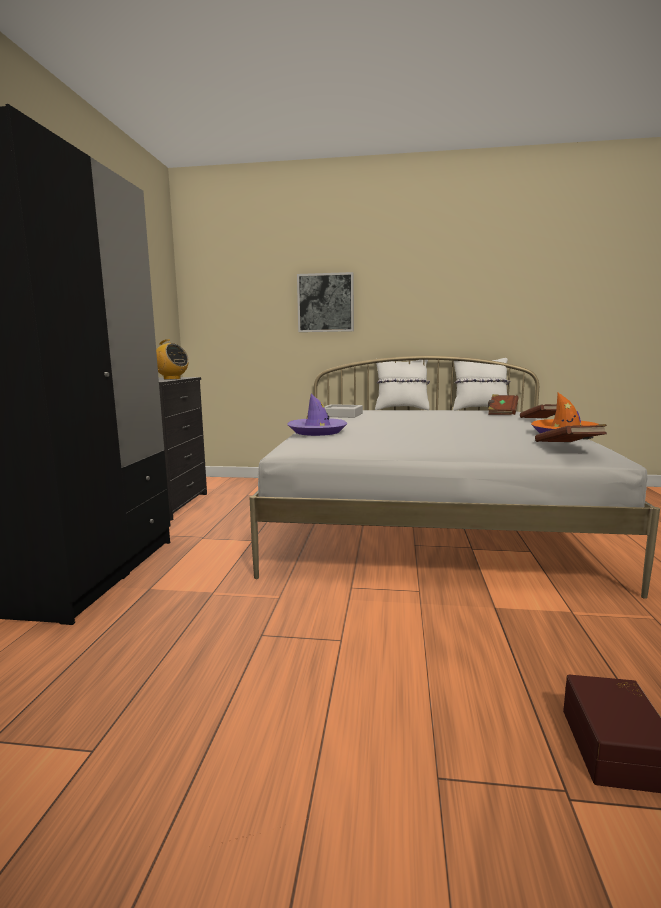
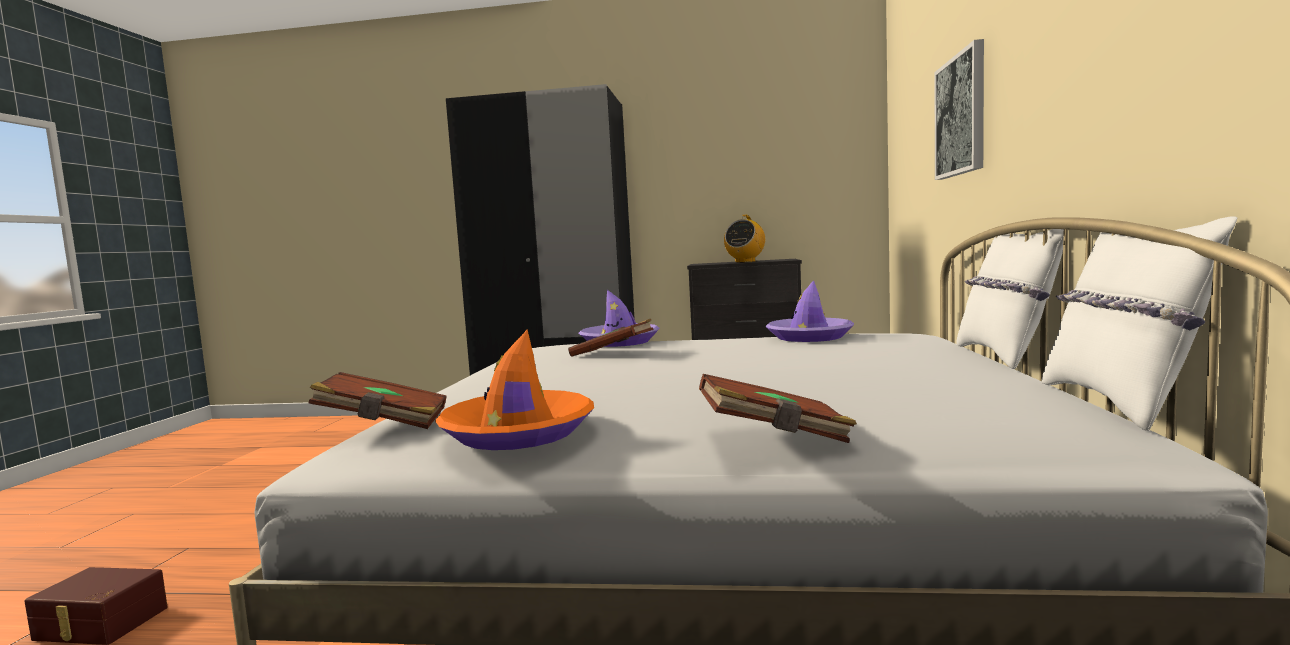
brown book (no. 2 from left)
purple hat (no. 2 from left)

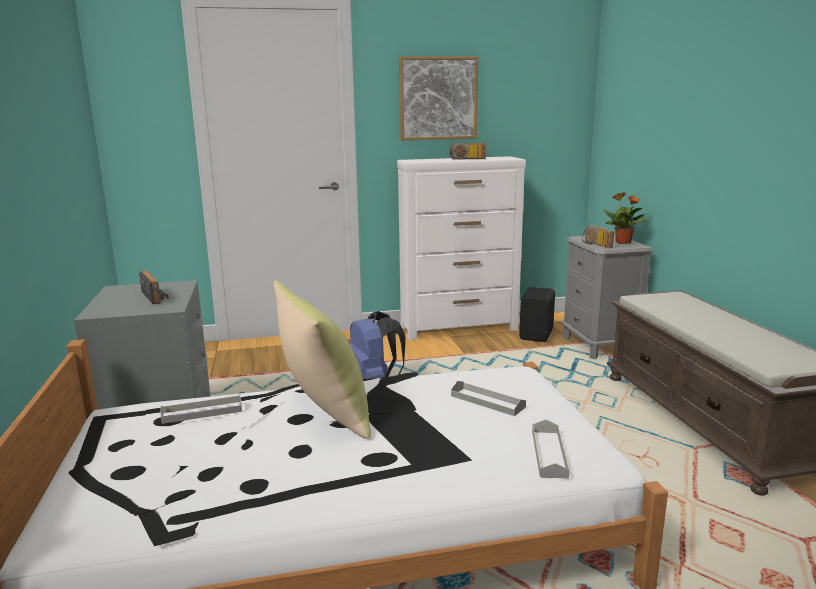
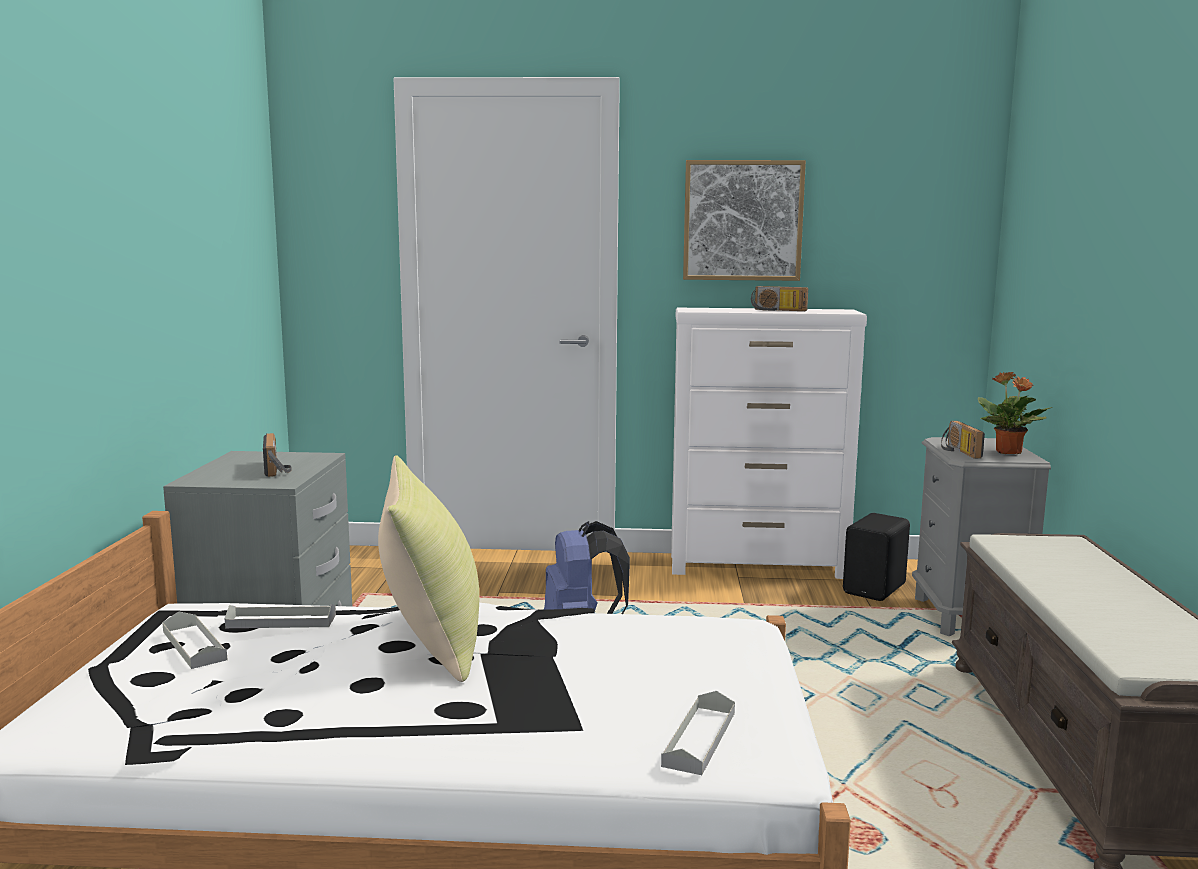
grey tray (no. 1 from left)

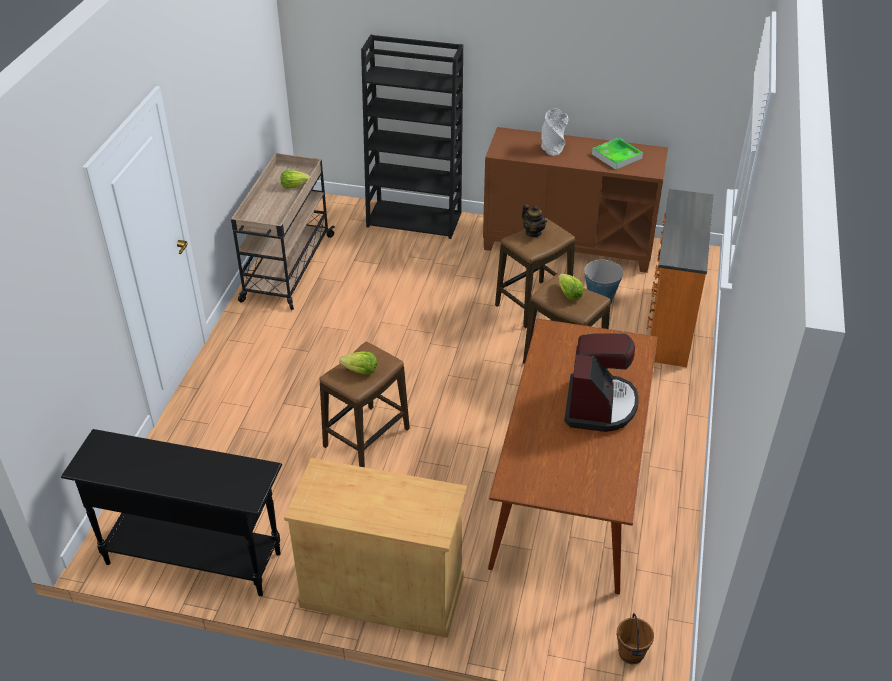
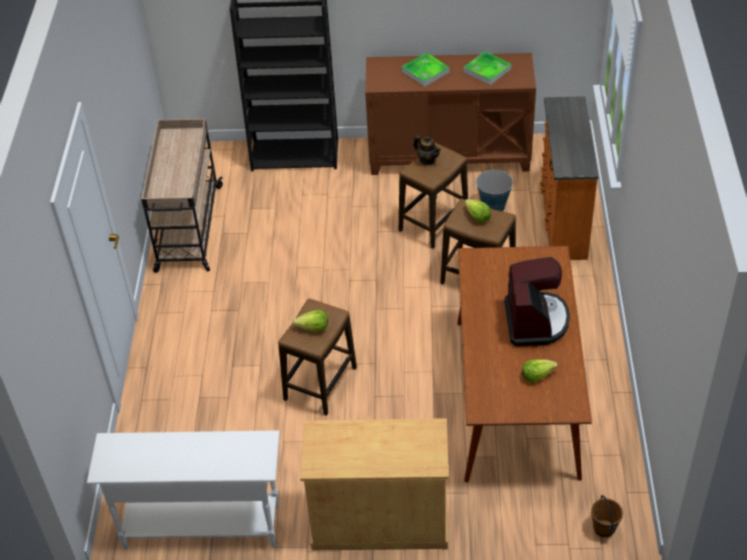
white console table
tray (no. 1 from left)
lettuce (no. 3 from left)

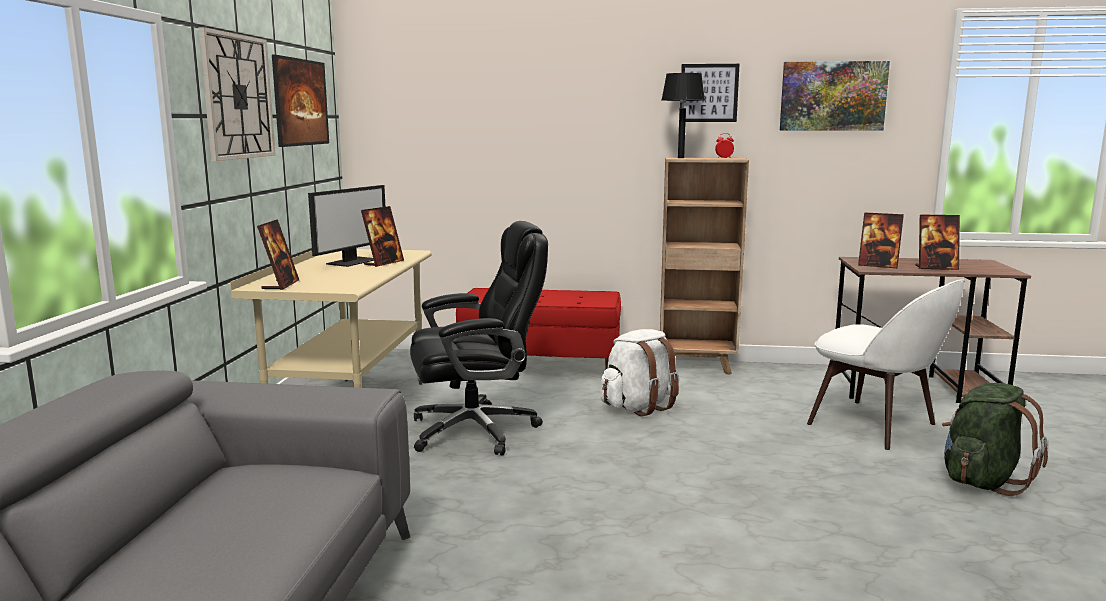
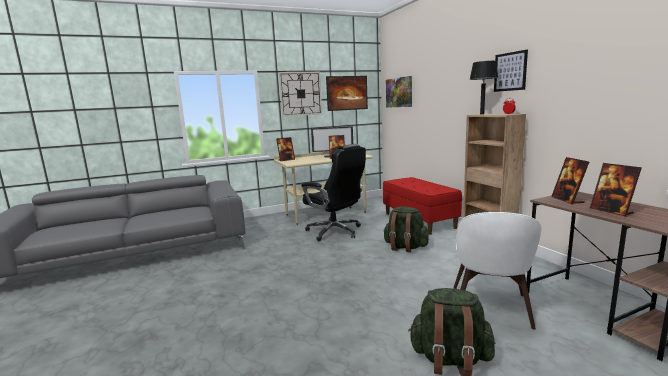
green backpack (no. 1 from left)
picture (no. 2 from left)

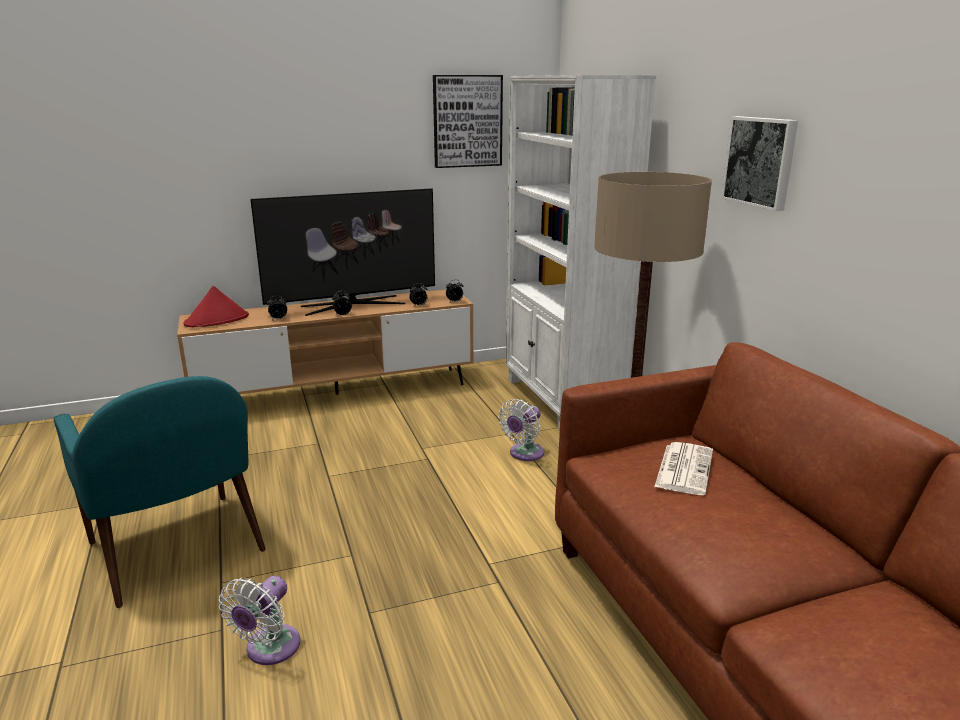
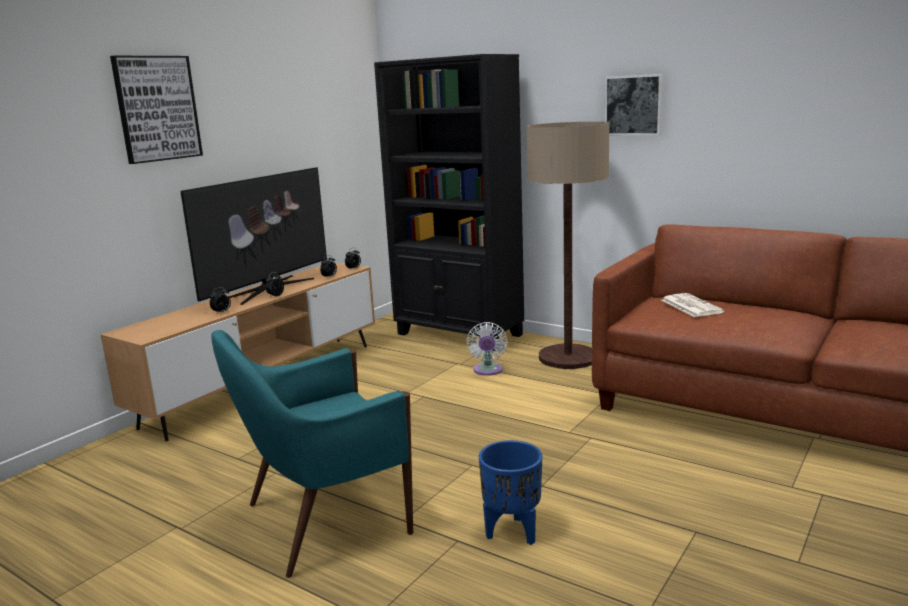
picture (no. 1 from left)
turquoise armchair
black bookcase
blue planter
red hat

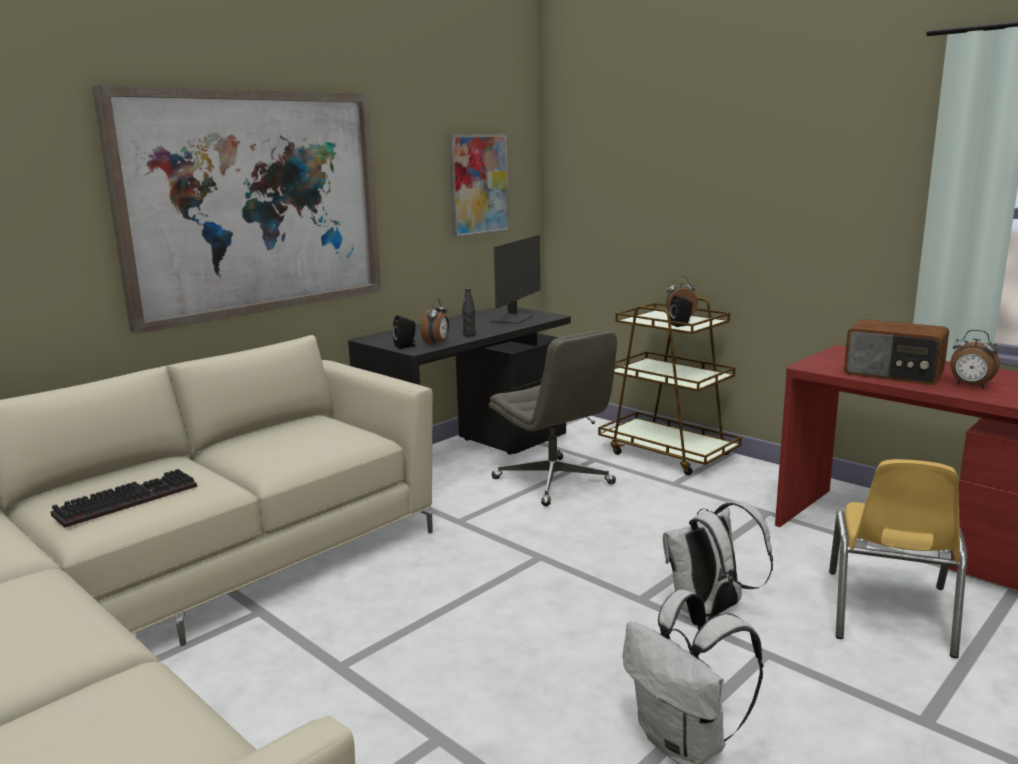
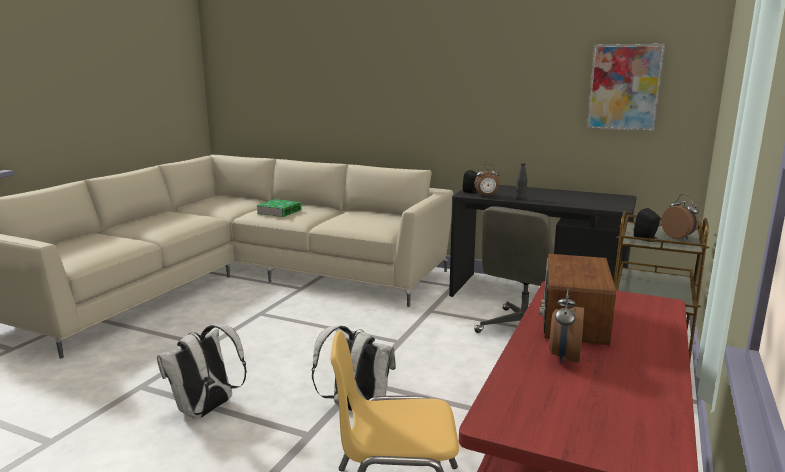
book
picture (no. 1 from left in the first image)
monitor

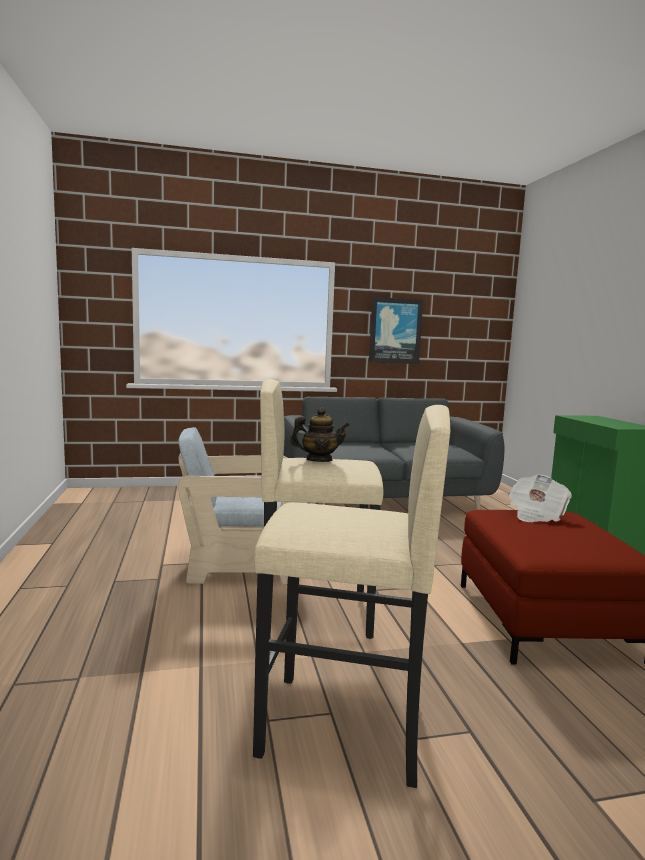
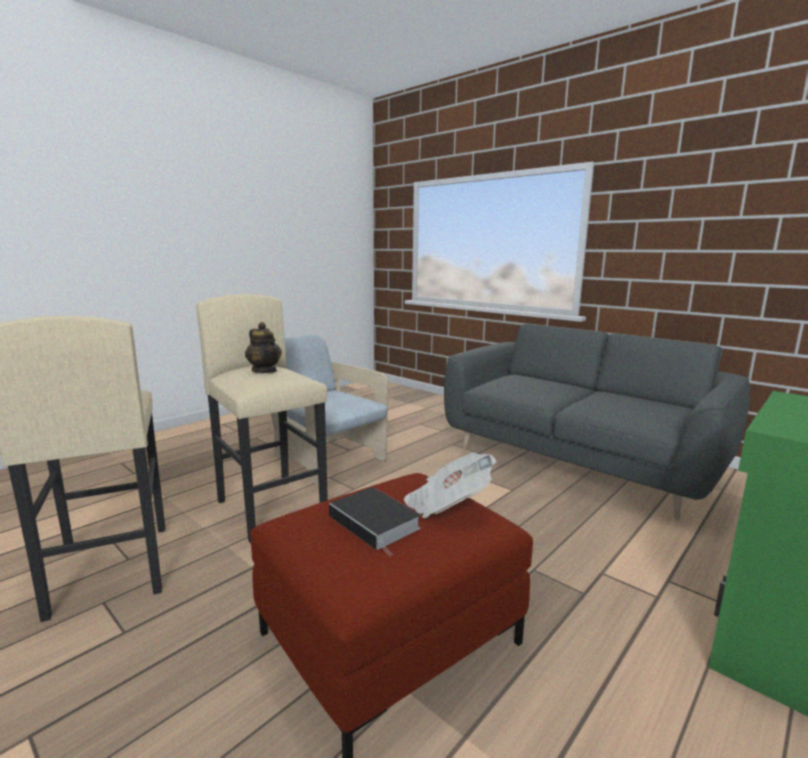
book
picture

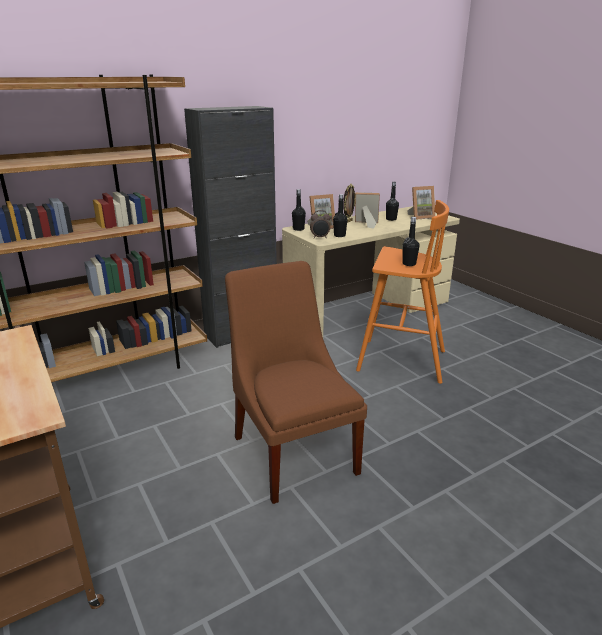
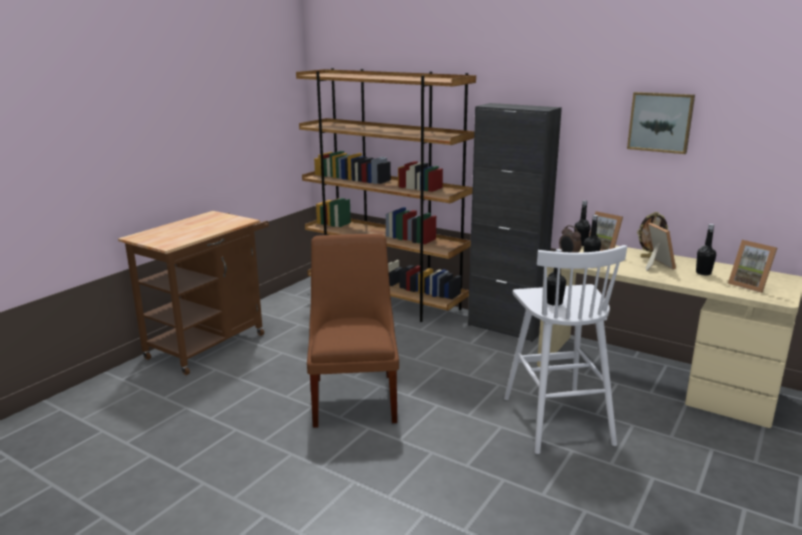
brown chair
white stool
picture

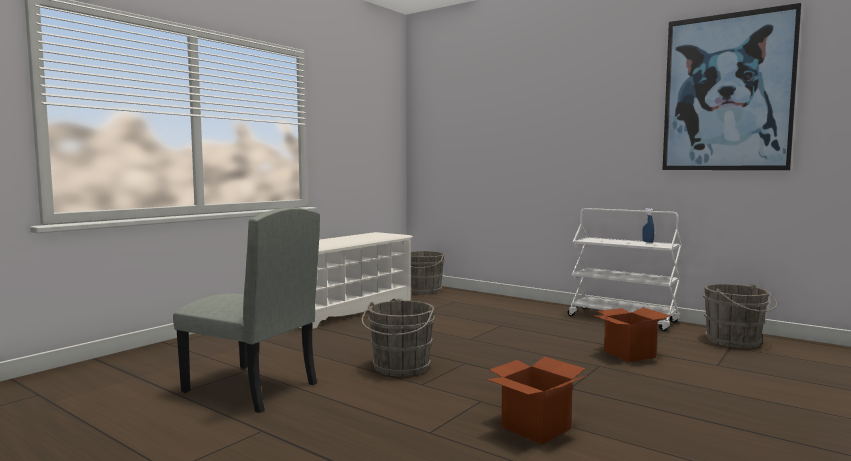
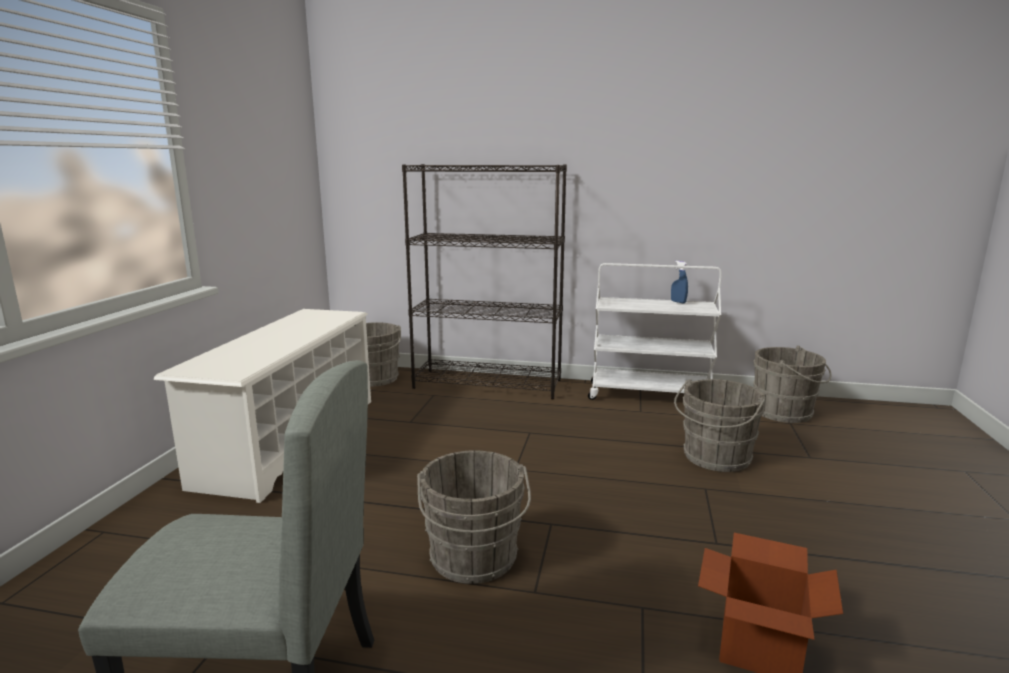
black bookcase
grey bucket (no. 3 from left)
picture

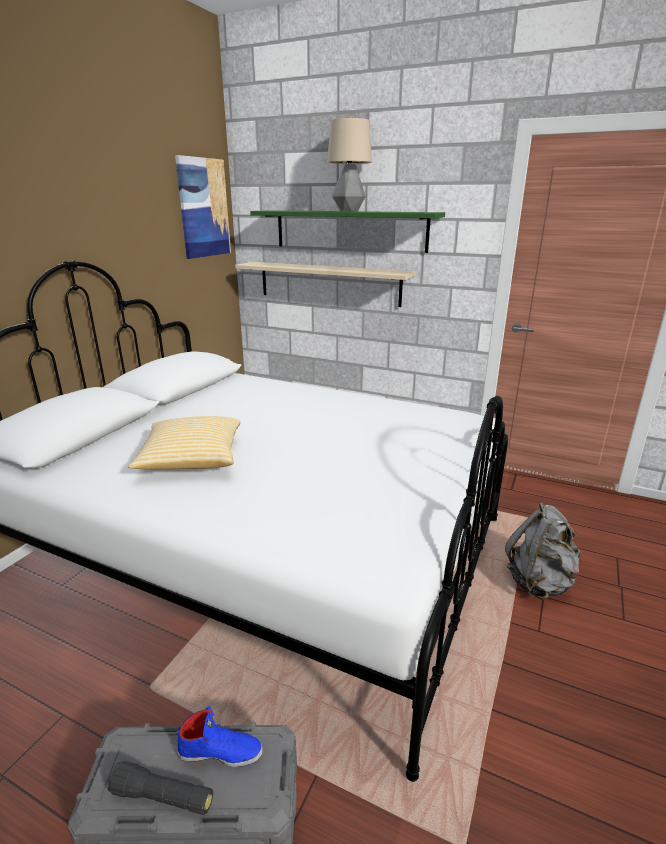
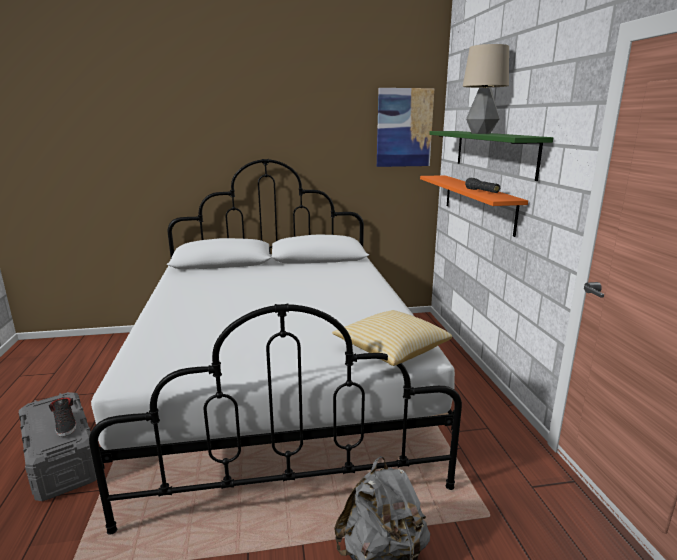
black shoe
pillow
orange shelf
black flashlight

